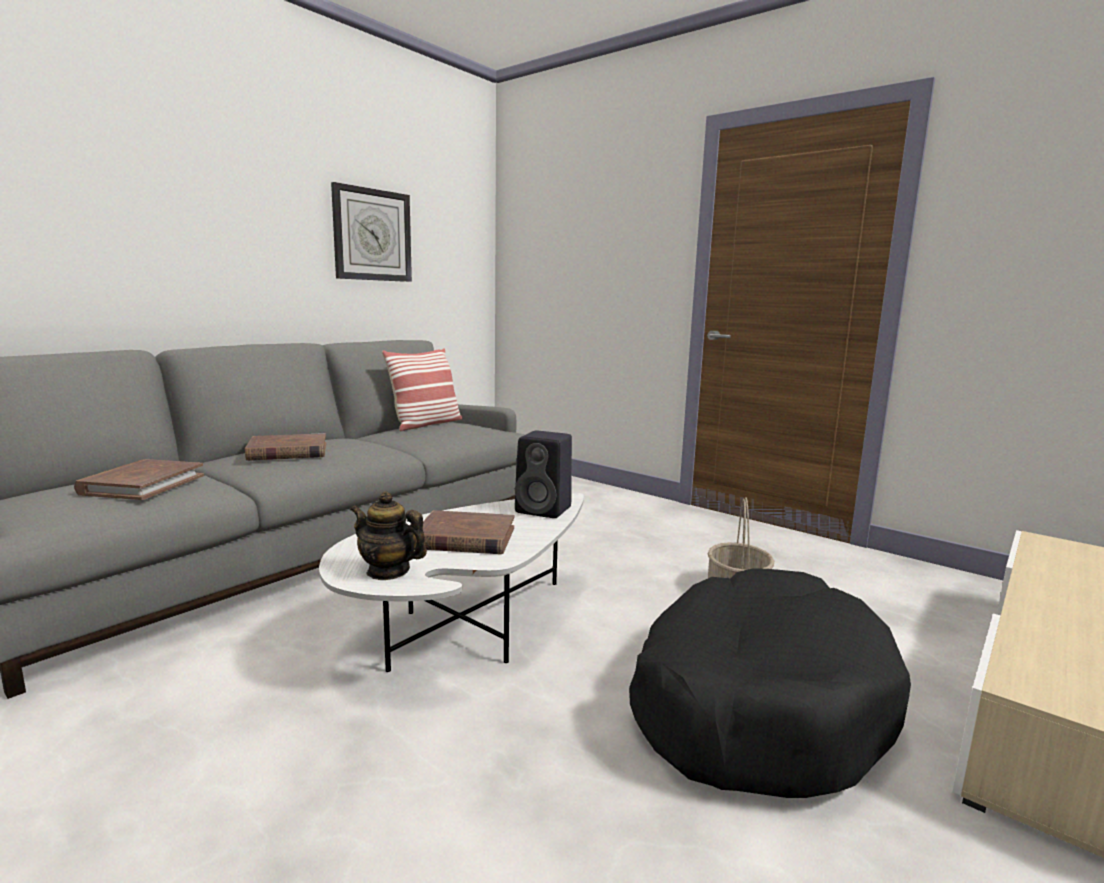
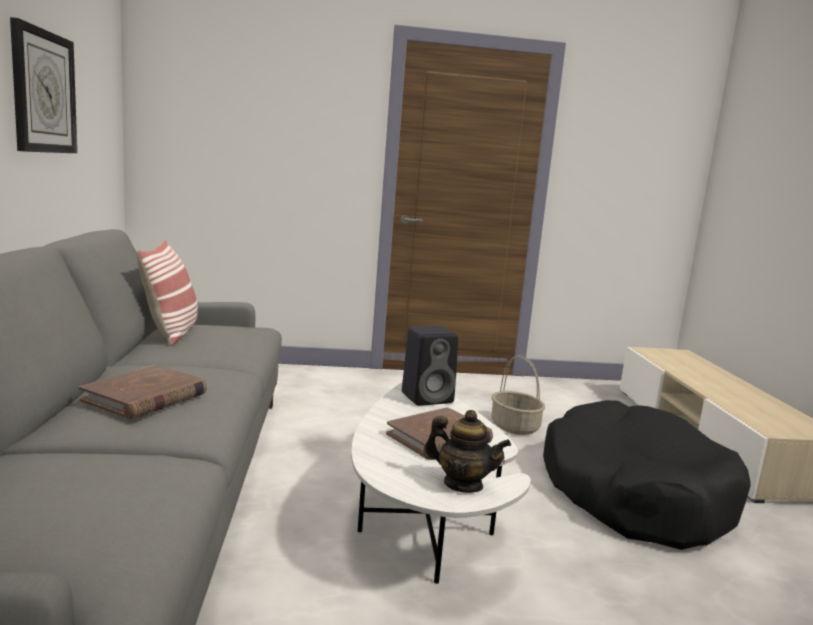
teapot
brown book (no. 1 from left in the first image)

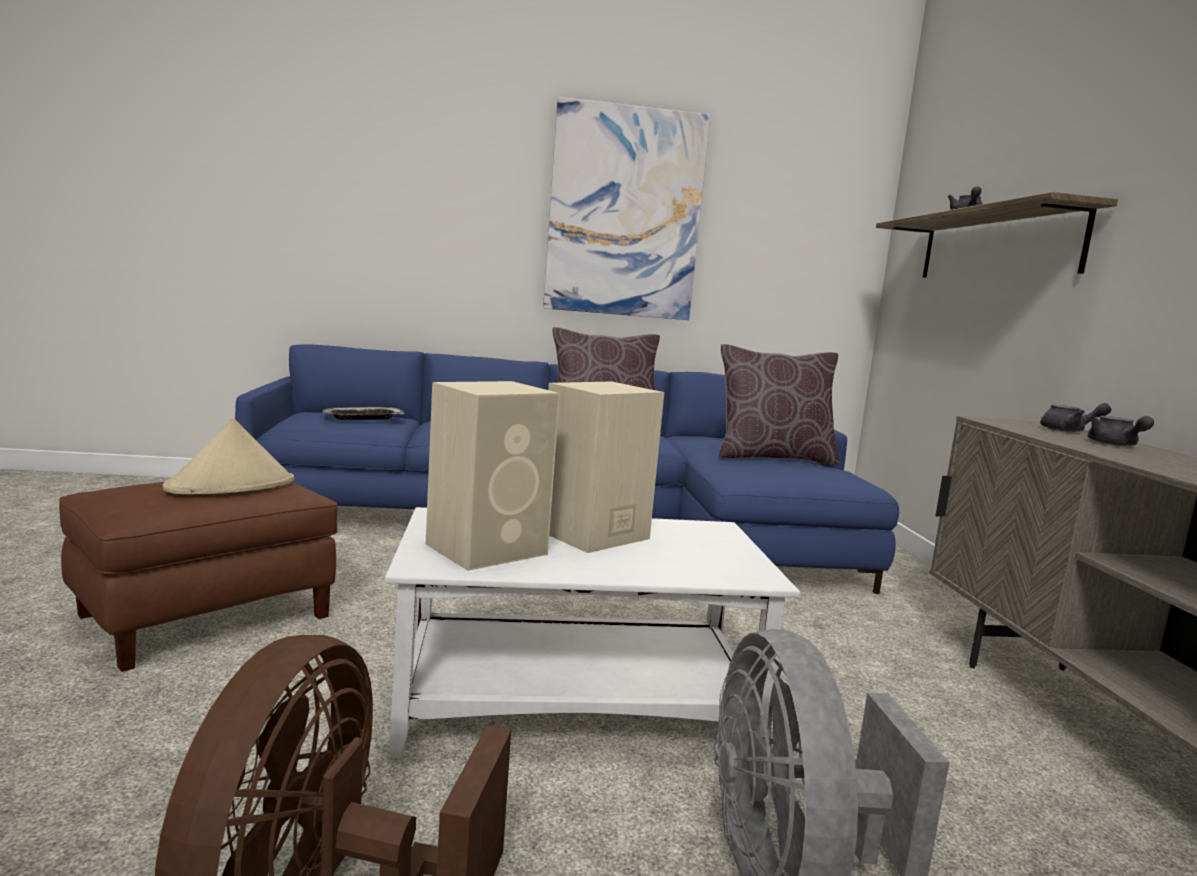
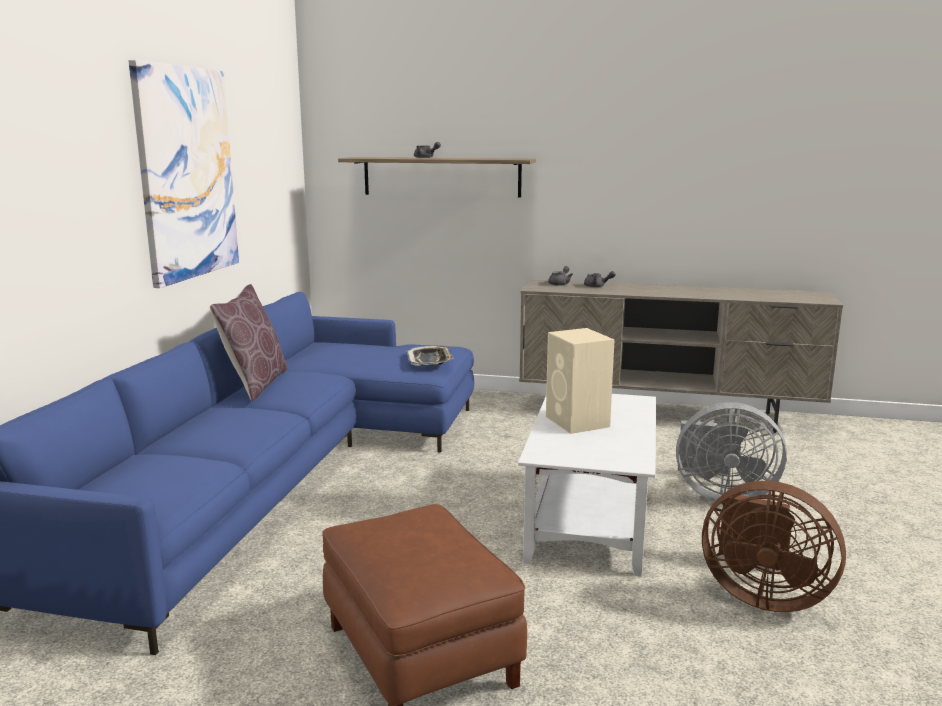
tray
beige hat
beige speaker (no. 1 from left in the first image)
brown pillow (no. 2 from left in the first image)

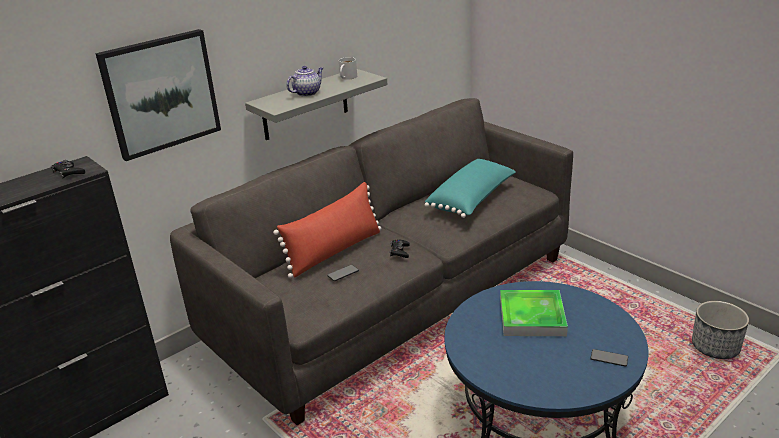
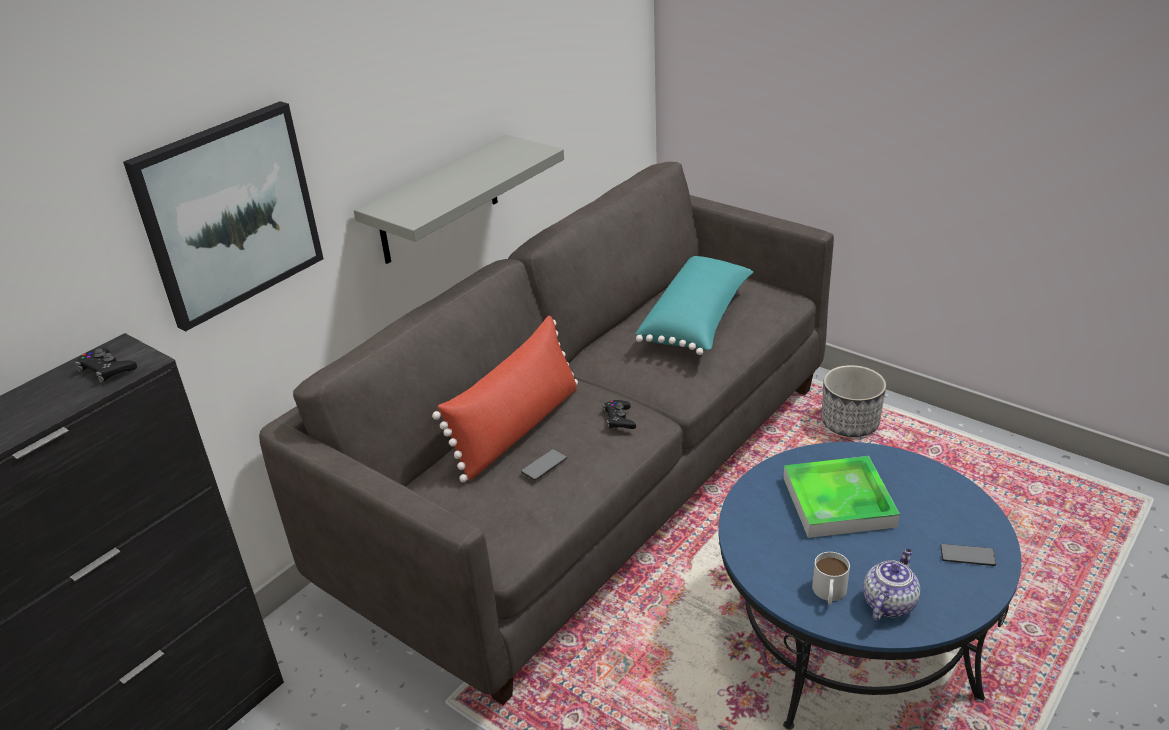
white mug
planter
teapot

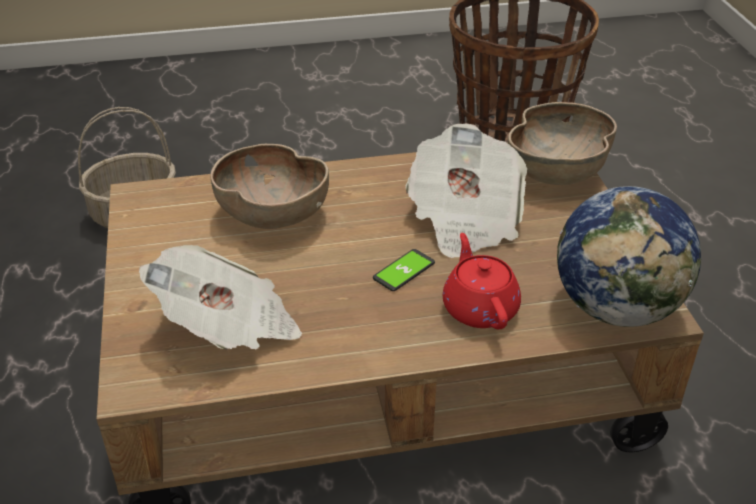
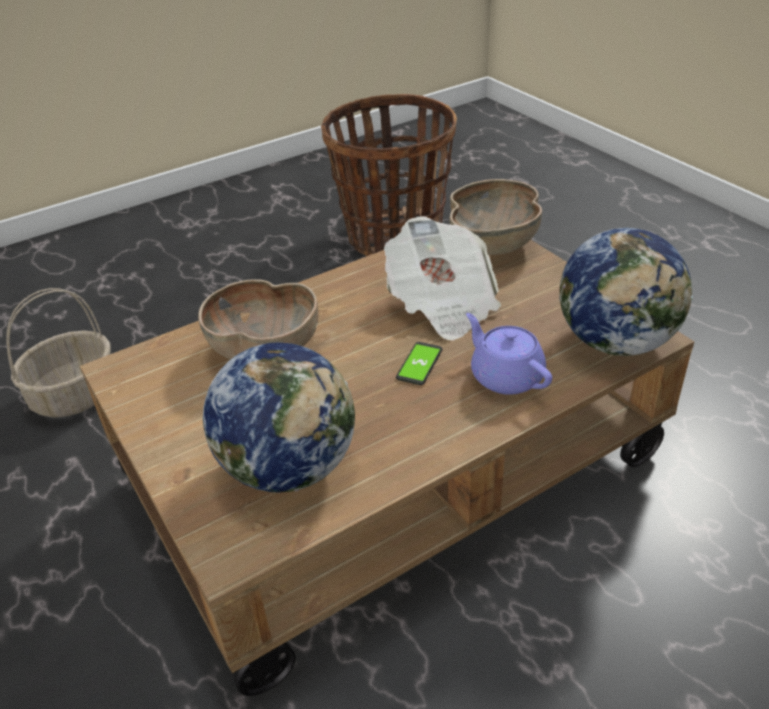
globe (no. 1 from left)
purple teapot

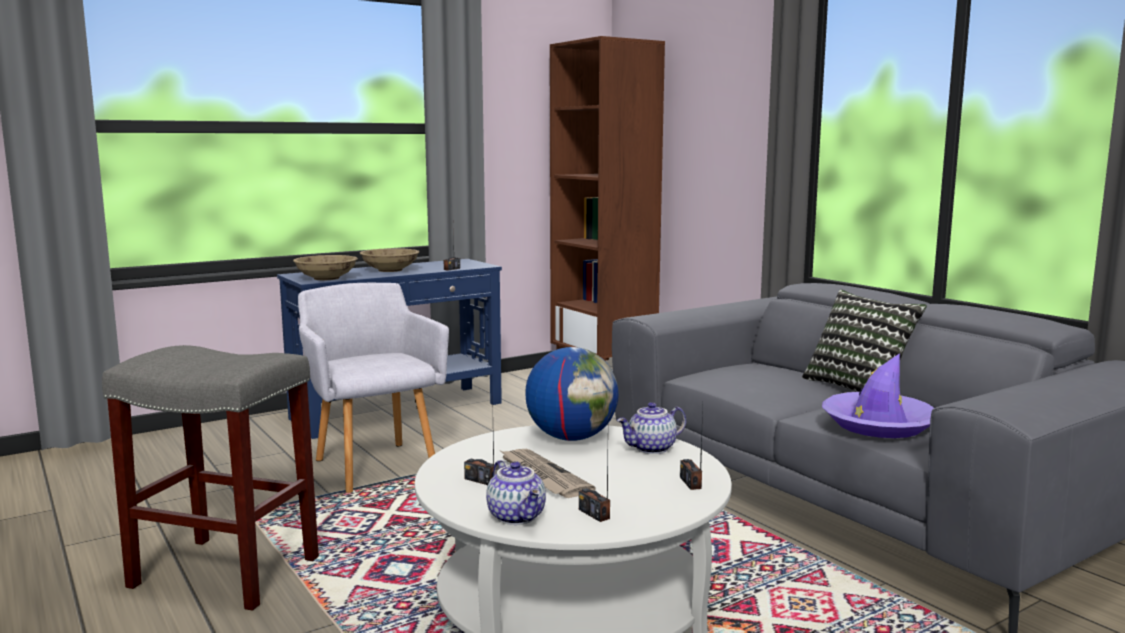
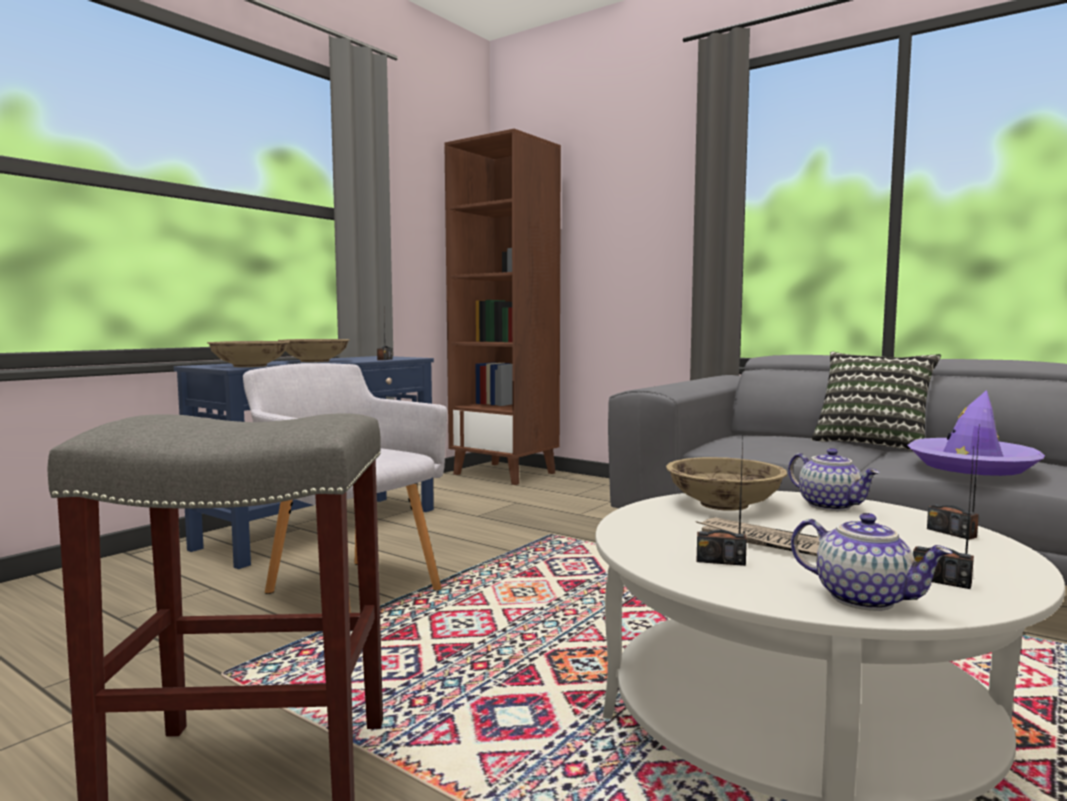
beige bowl (no. 3 from left)
teapot (no. 1 from left)

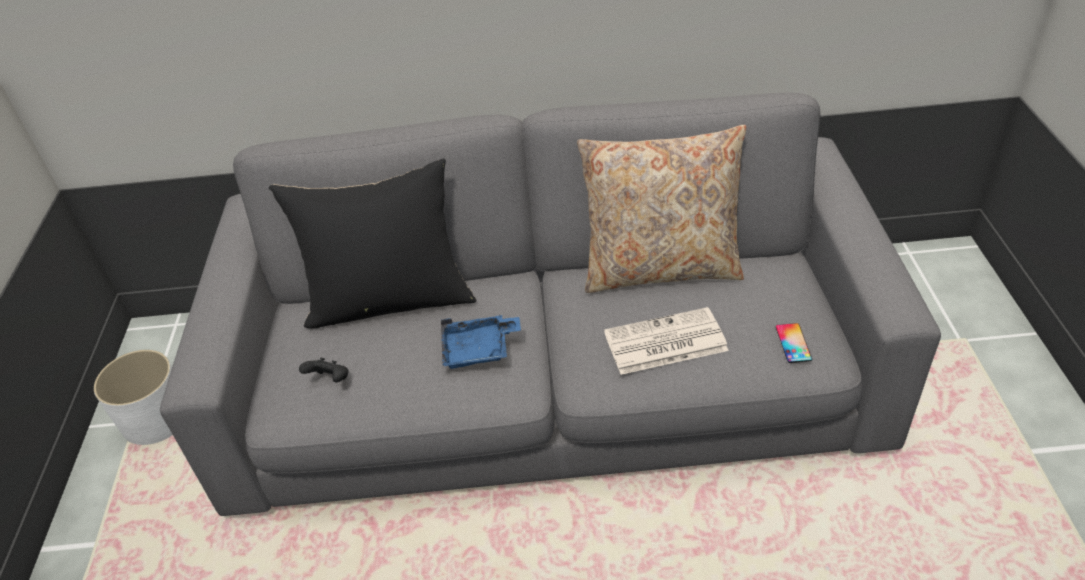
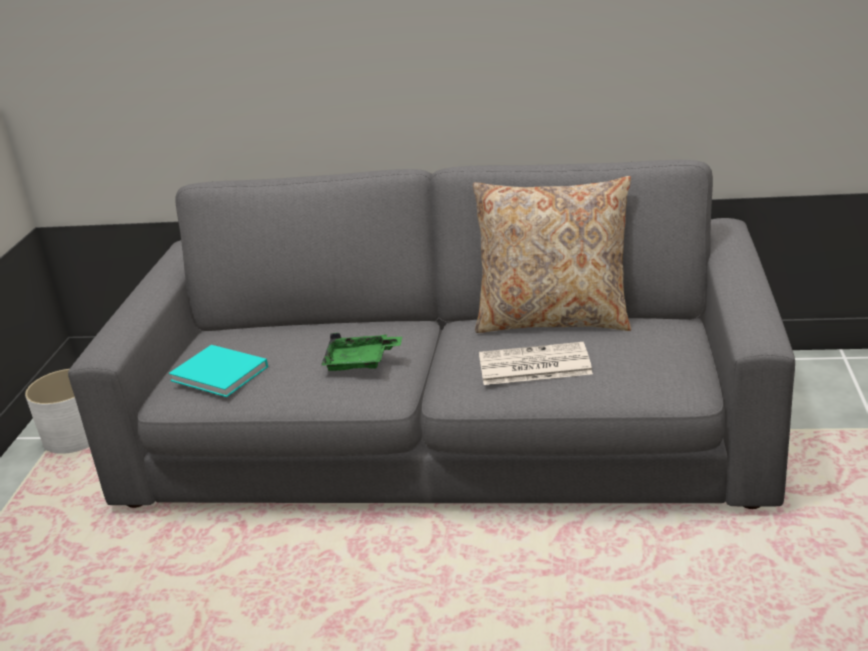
turquoise book
green tray
black pillow
phone

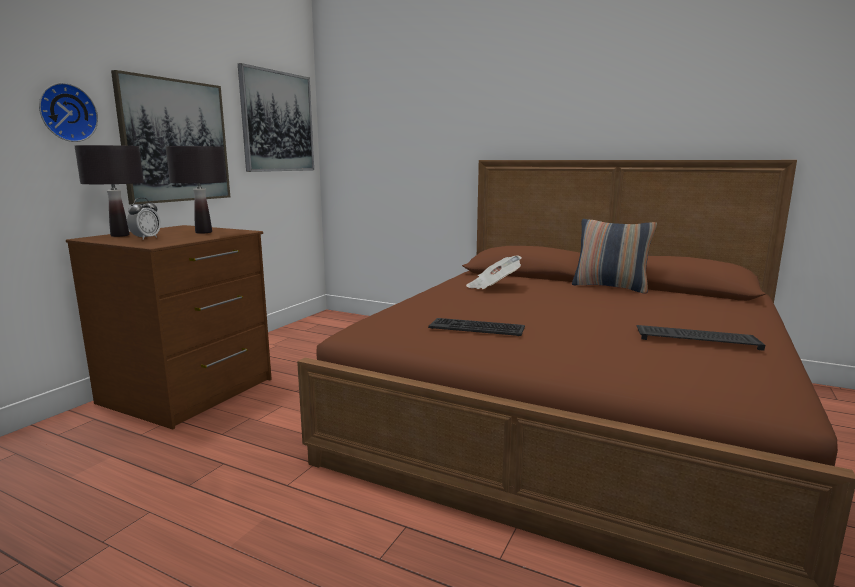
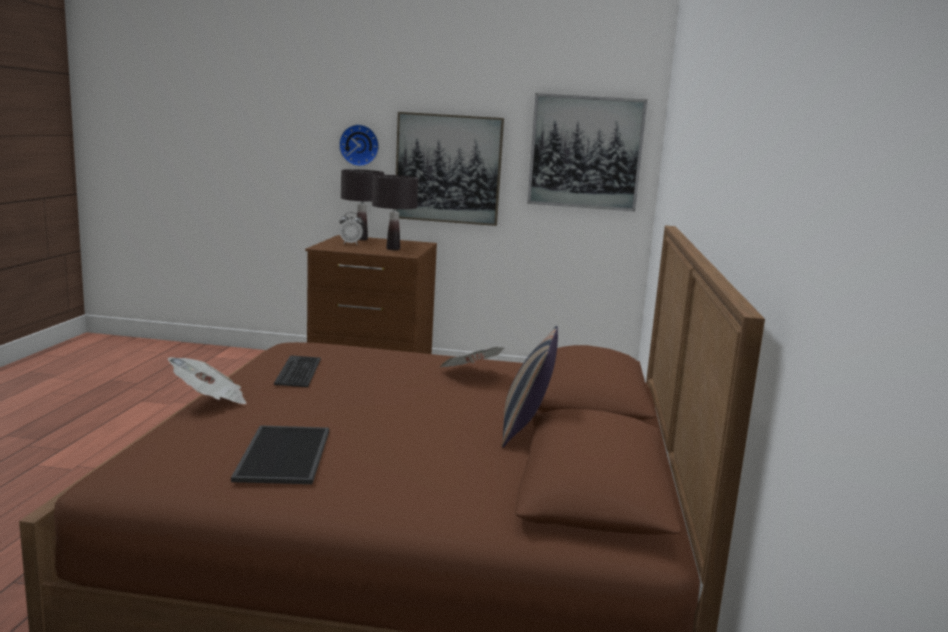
newspaper (no. 1 from left)
tray

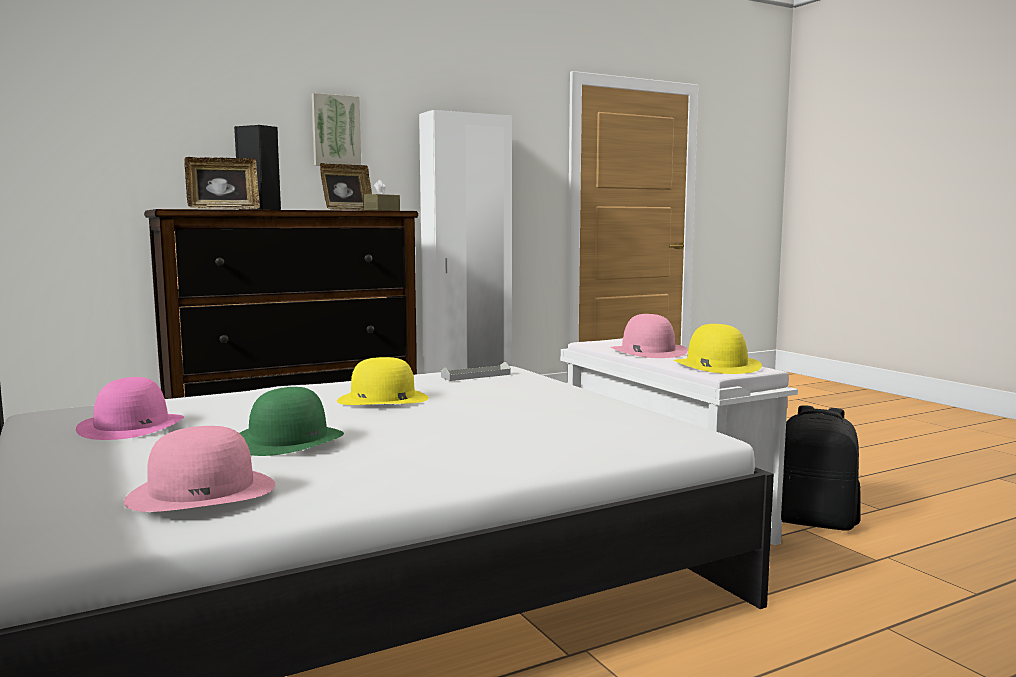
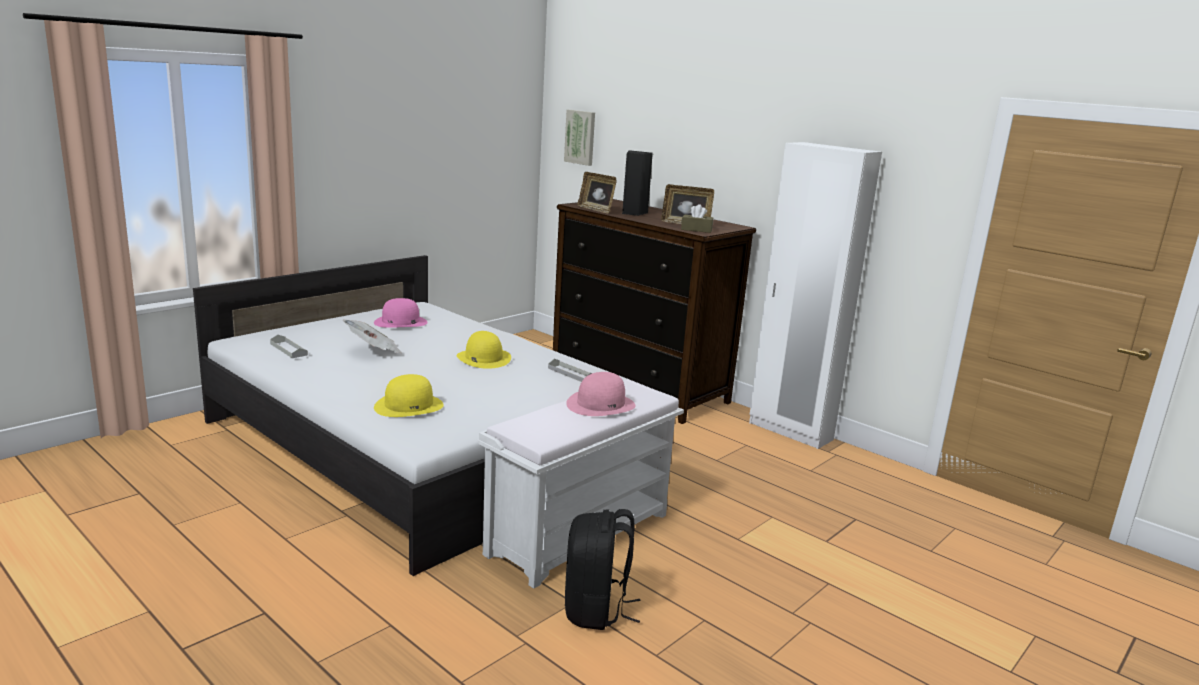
grey tray (no. 1 from left)
newspaper
yellow hat (no. 1 from left)
picture

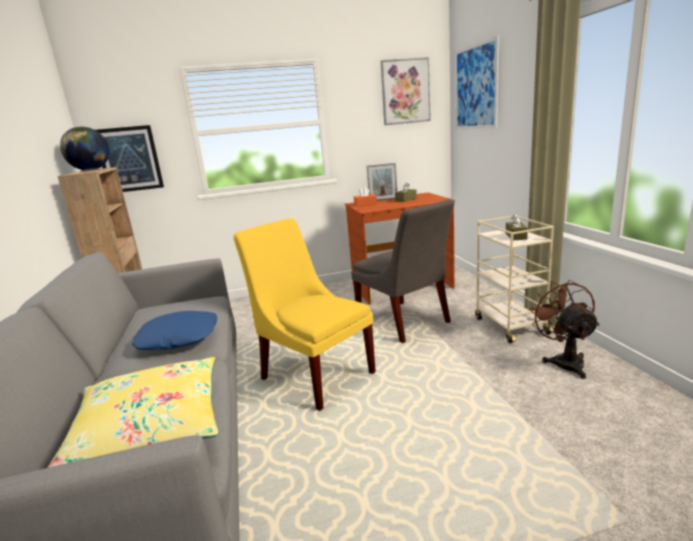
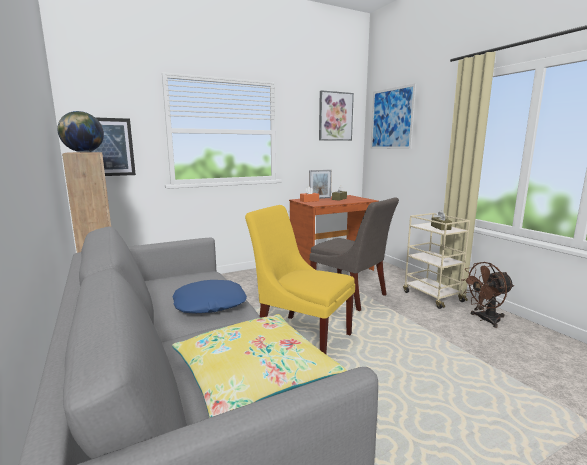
brown fan

